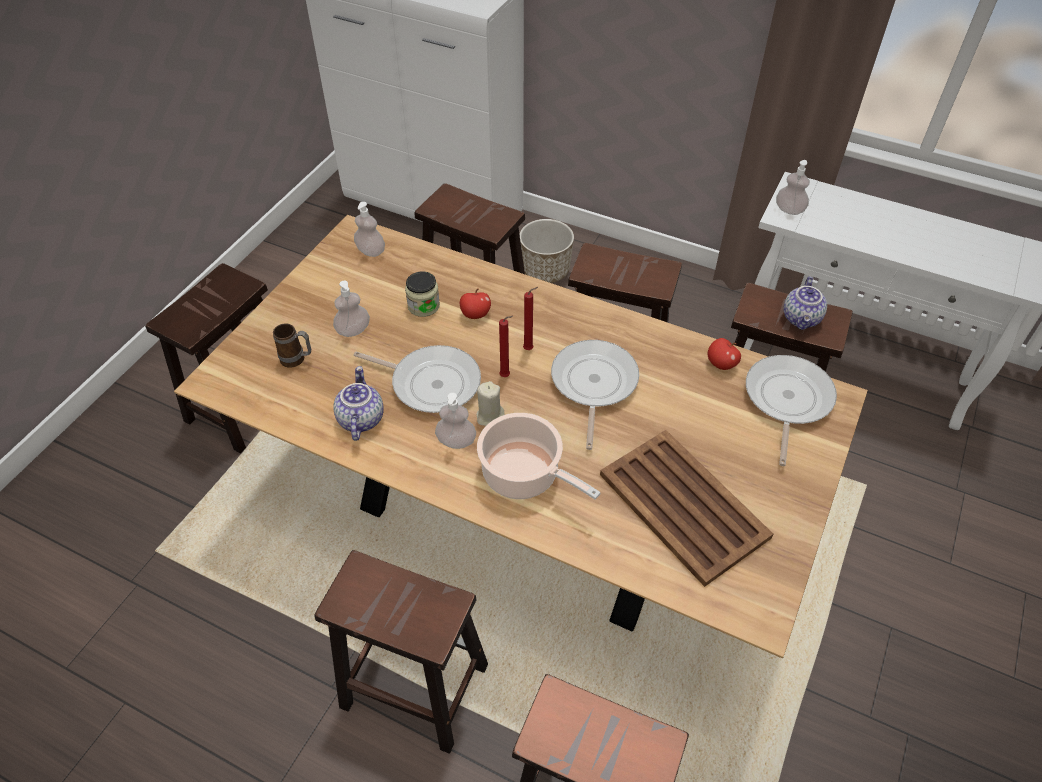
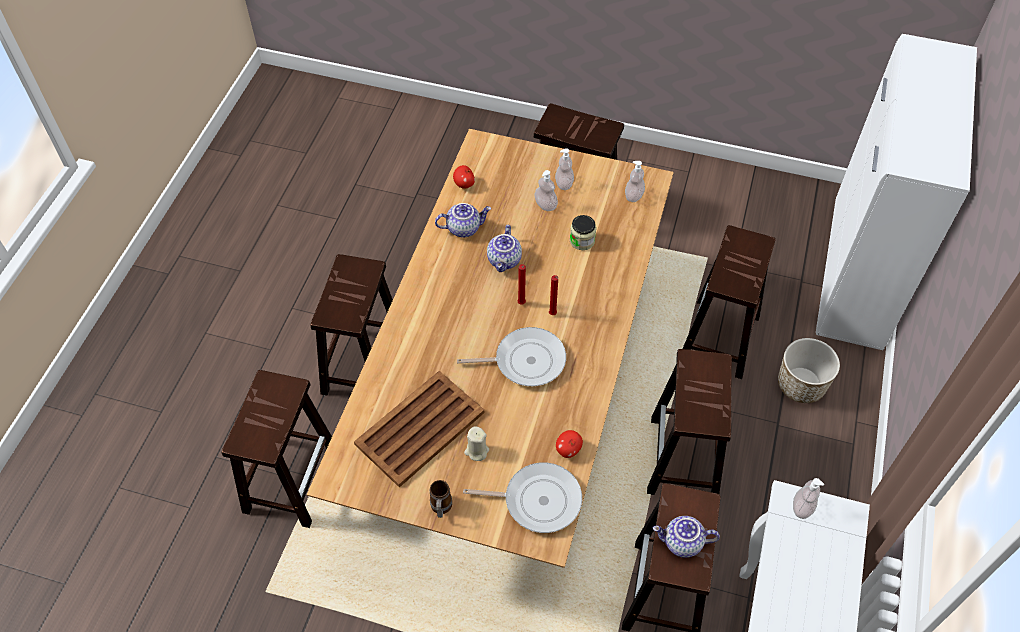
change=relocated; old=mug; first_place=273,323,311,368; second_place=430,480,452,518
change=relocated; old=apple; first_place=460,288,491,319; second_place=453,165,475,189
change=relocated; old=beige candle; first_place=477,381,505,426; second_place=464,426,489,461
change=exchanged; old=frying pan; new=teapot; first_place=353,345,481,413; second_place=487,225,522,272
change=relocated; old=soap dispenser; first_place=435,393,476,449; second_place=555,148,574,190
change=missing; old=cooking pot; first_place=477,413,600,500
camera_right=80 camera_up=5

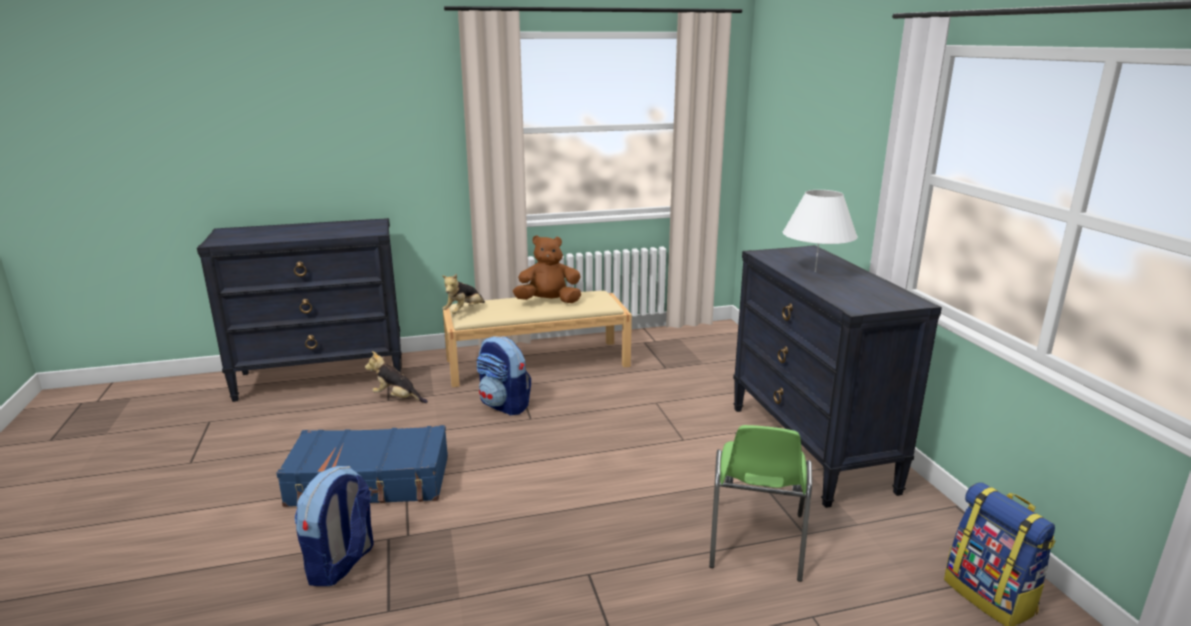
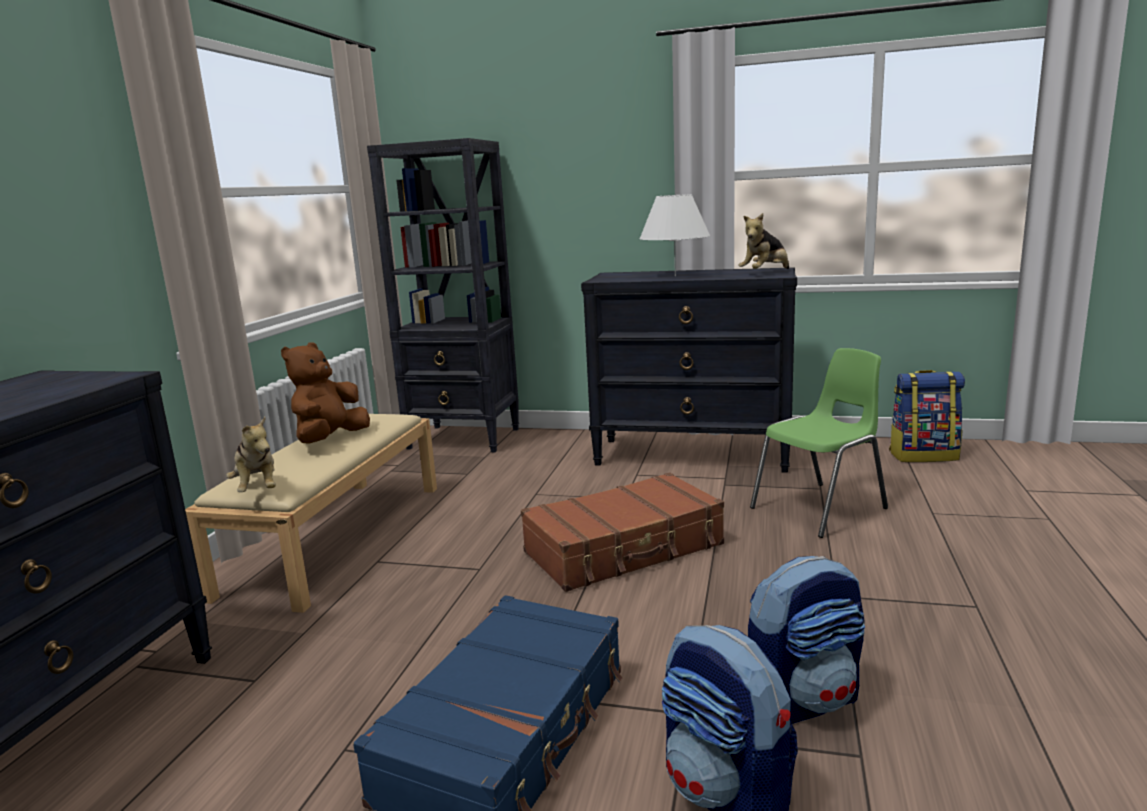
change=appeared; new=black bookcase; second_place=367,138,519,452
change=appeared; new=brown suitcase; second_place=521,472,724,592
change=relocated; old=plush toy; first_place=365,351,428,403; second_place=738,213,789,269
change=relocated; old=backpack; first_place=477,336,531,415; second_place=748,556,865,724
change=spun; old=green chair; first_place=709,425,812,582; second_place=750,348,888,538; degrees=-75
camera_right=-60 camera_up=-5

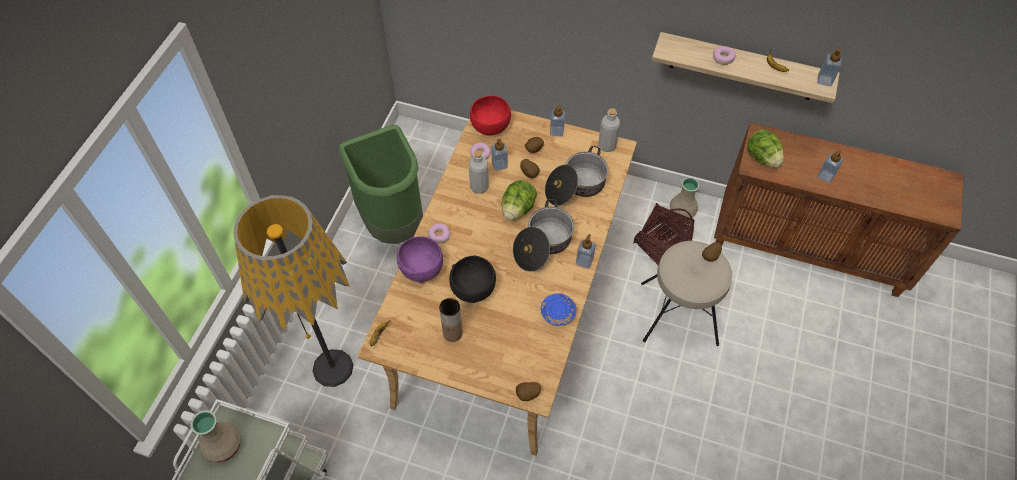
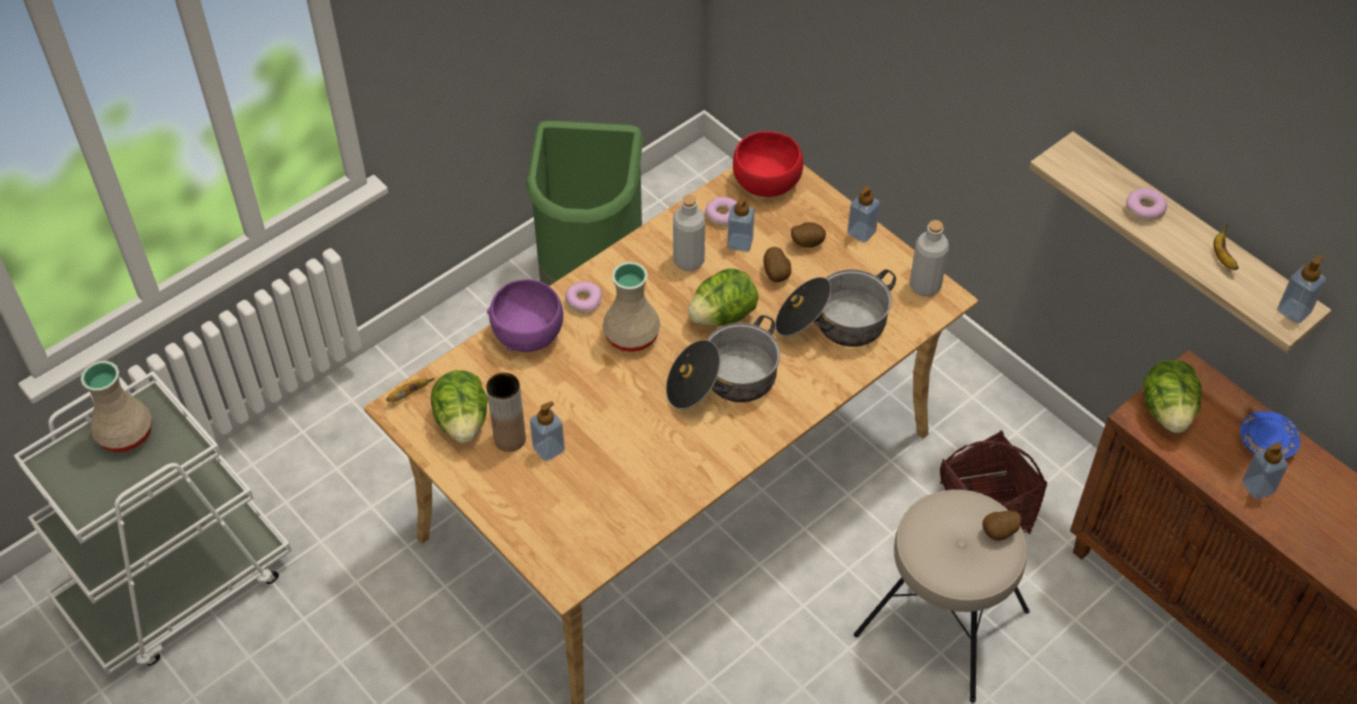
change=appeared; new=lettuce; second_place=431,370,488,443
change=relocated; old=soap dispenser; first_place=576,234,596,269; second_place=530,401,565,462
change=relocated; old=beige vase; first_place=670,177,699,220; second_place=603,262,661,352
change=relocated; old=blue plate; first_place=541,293,576,326; second_place=1240,411,1301,459
change=missing; old=floor lamp; first_place=233,195,354,387
change=missing; old=black bowl; first_place=449,256,496,303
change=missing; old=potato; first_place=516,382,541,401
camera_right=30 camera_up=-5

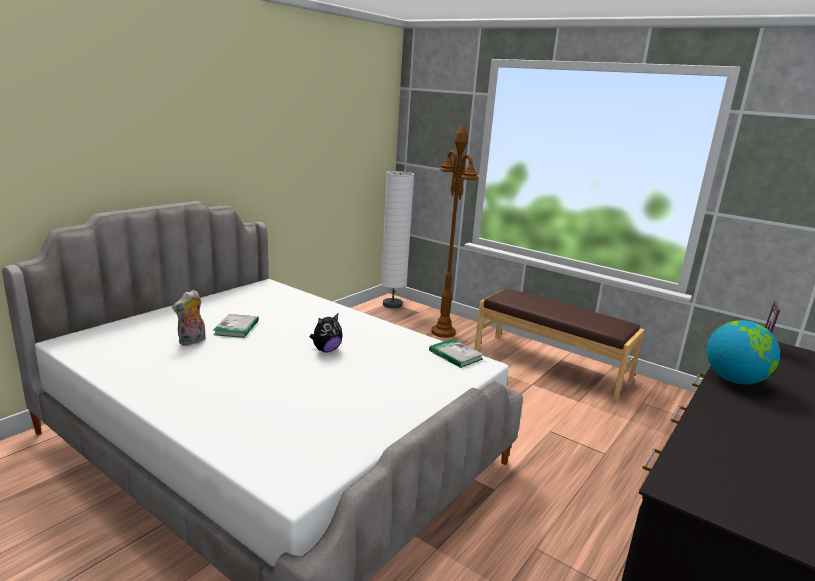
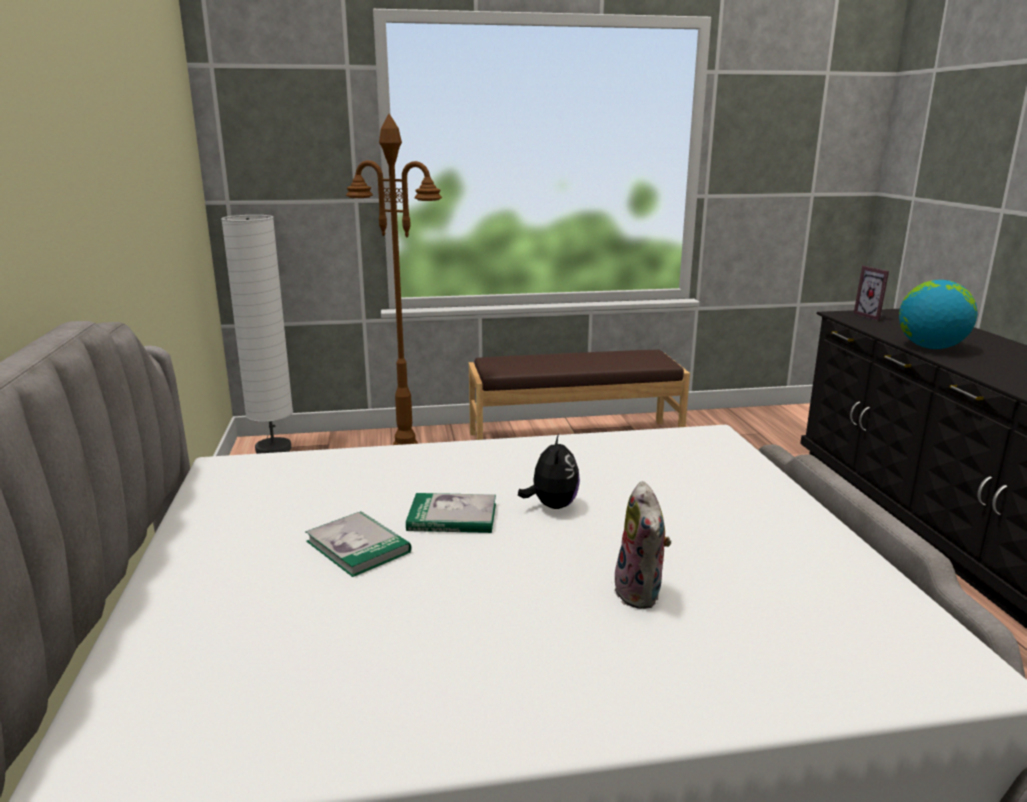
change=relocated; old=book; first_place=429,339,484,368; second_place=406,493,496,533
change=relocated; old=plush toy; first_place=172,290,206,345; second_place=614,481,671,609
camera_right=-45 camera_up=0

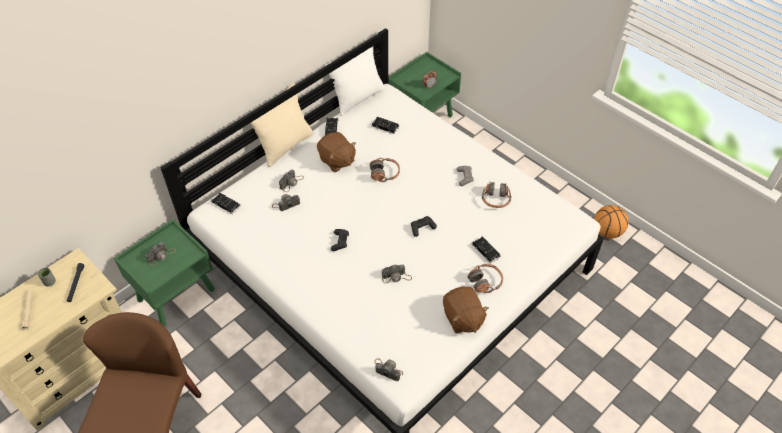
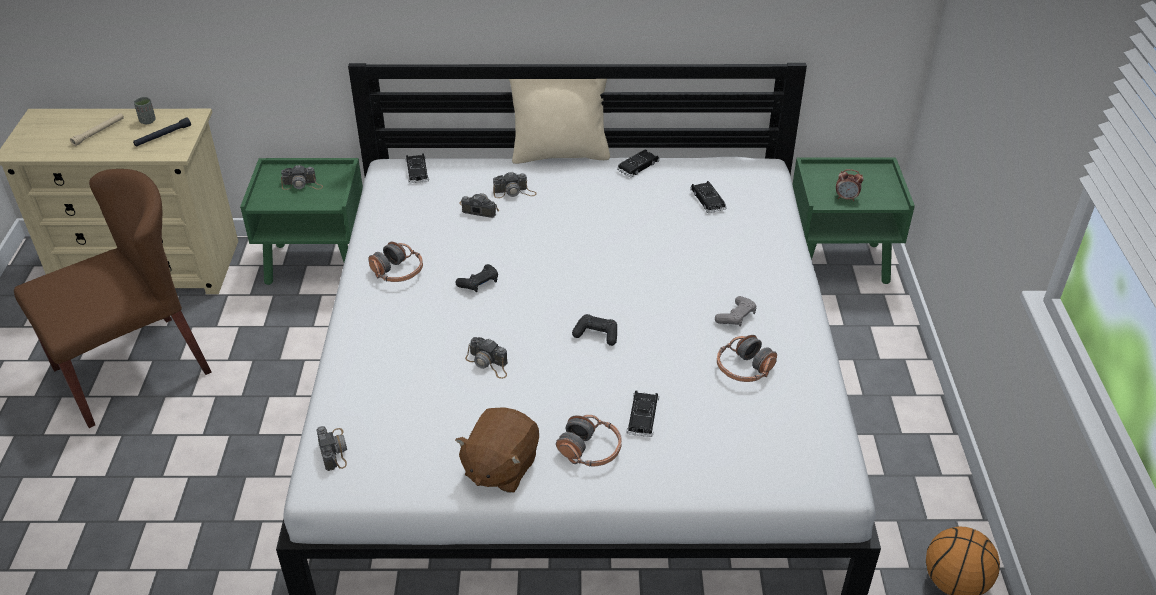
change=relocated; old=headphones; first_place=369,158,400,182; second_place=369,242,423,282
change=missing; old=brown plush toy; first_place=317,132,356,172
change=missing; old=white pillow; first_place=325,46,385,116
camera_right=45 camera_up=-10

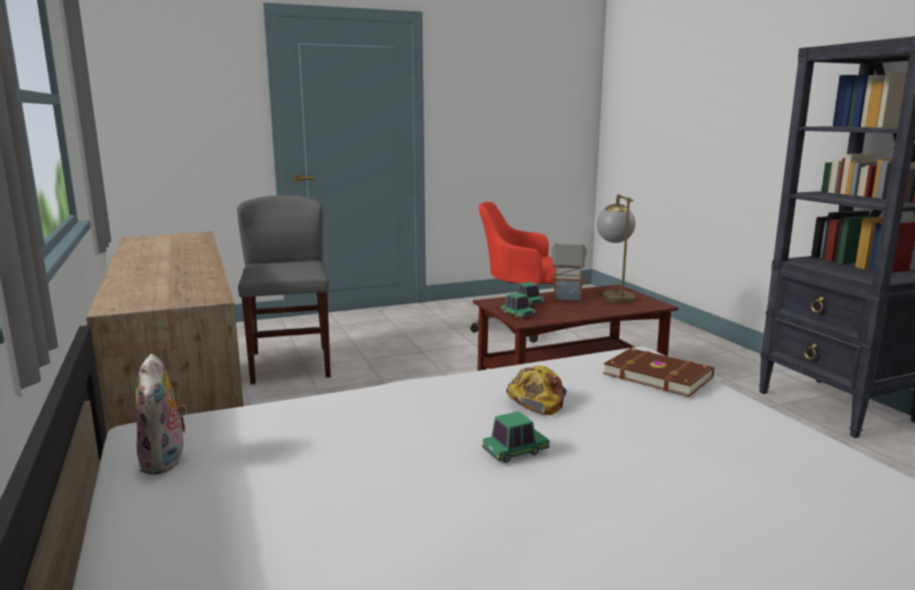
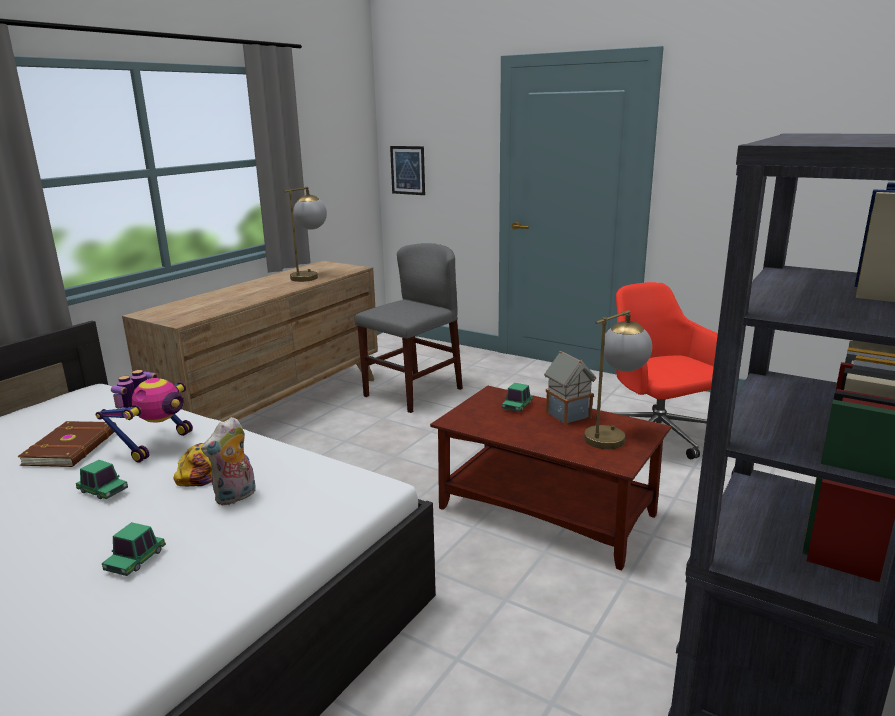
change=relocated; old=brown book; first_place=603,348,714,397; second_place=17,421,117,467
change=appeared; new=toy robot; second_place=96,370,193,463
change=relocated; old=toy car; first_place=501,292,536,318; second_place=102,522,166,576
change=relocated; old=plush toy; first_place=136,354,188,474; second_place=201,417,256,506
change=appeared; new=table lamp; second_place=284,187,327,282
change=appeared; new=picture; second_place=390,146,425,195
camera_right=55 camera_up=5

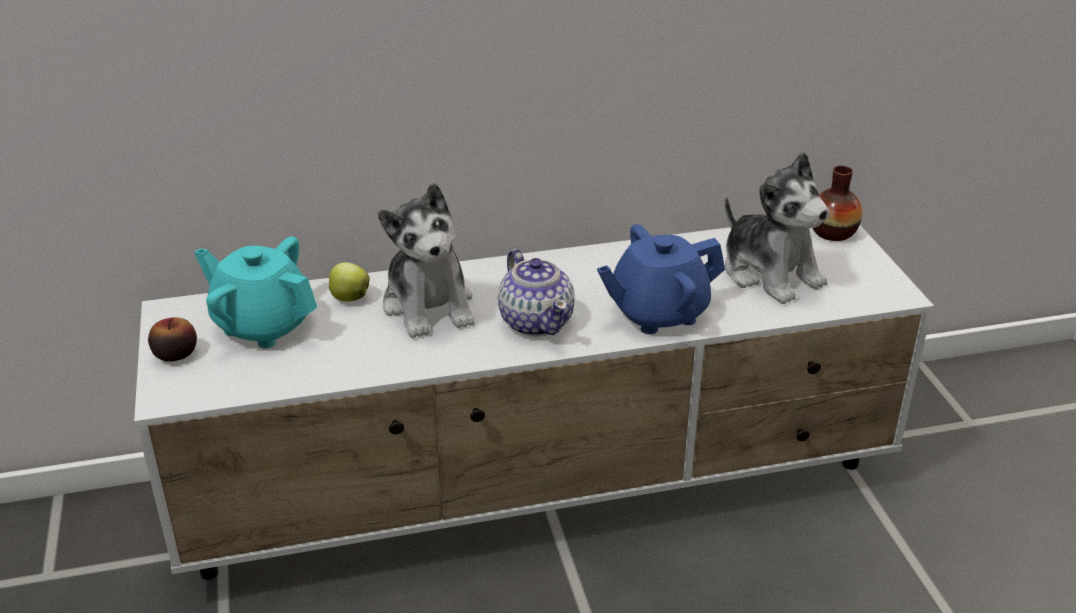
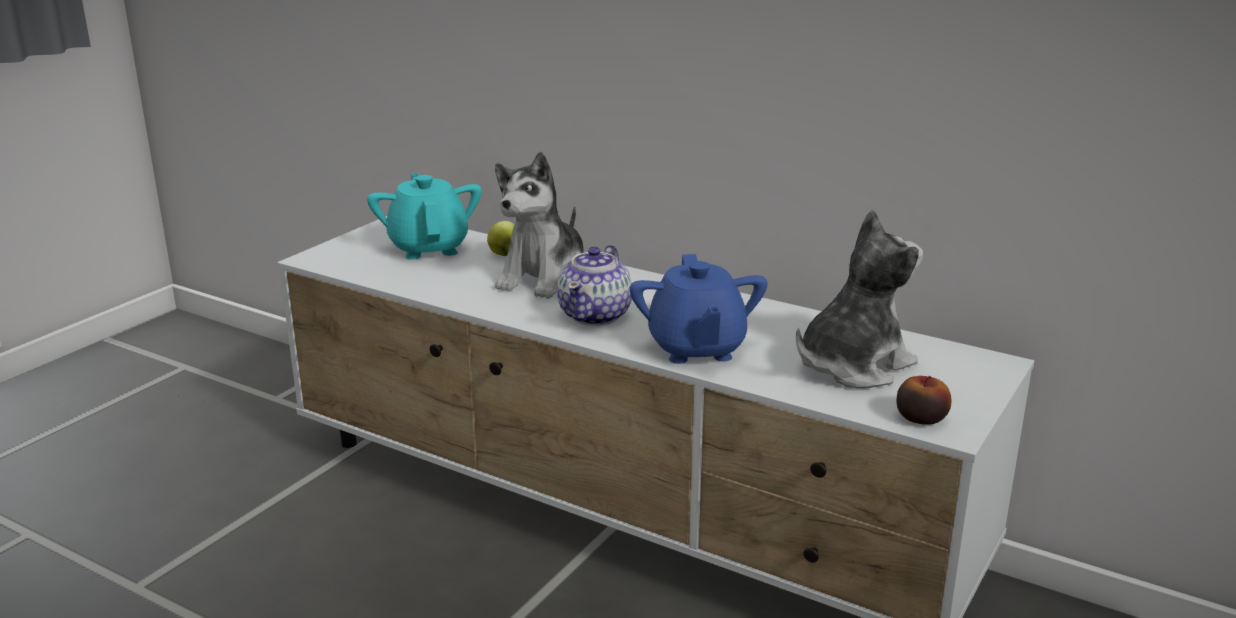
change=spun; old=blue teapot; first_place=597,224,725,334; second_place=629,254,768,364; degrees=-120
change=spun; old=plush toy; first_place=725,152,830,304; second_place=796,210,923,389; degrees=-135
change=relocated; old=apple; first_place=148,317,197,362; second_place=896,376,951,425
change=missing; old=vase; first_place=813,166,862,241
camera_right=45 camera_up=-10

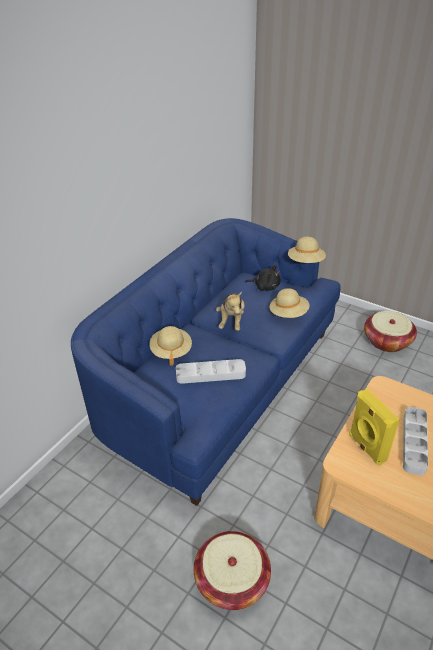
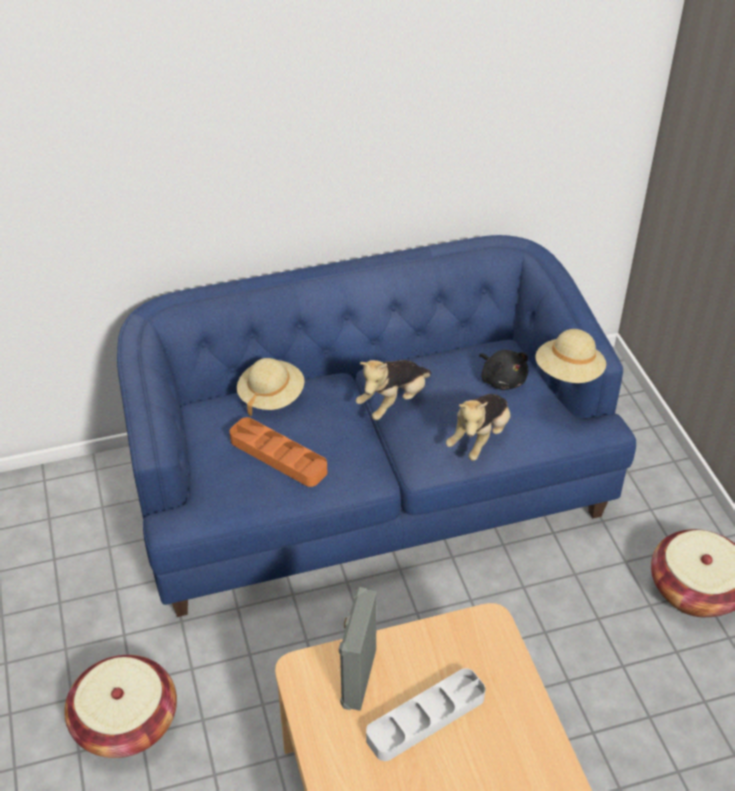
change=colour; old=grey tray; new=orange tray; first_place=176,359,246,384; second_place=230,417,327,487
change=colour; old=yellow speaker; new=grey speaker; first_place=349,389,400,466; second_place=339,587,377,711
change=exchanged; old=beige hat; new=plush toy; first_place=269,288,309,318; second_place=446,394,510,461
camera_right=40 camera_up=5

